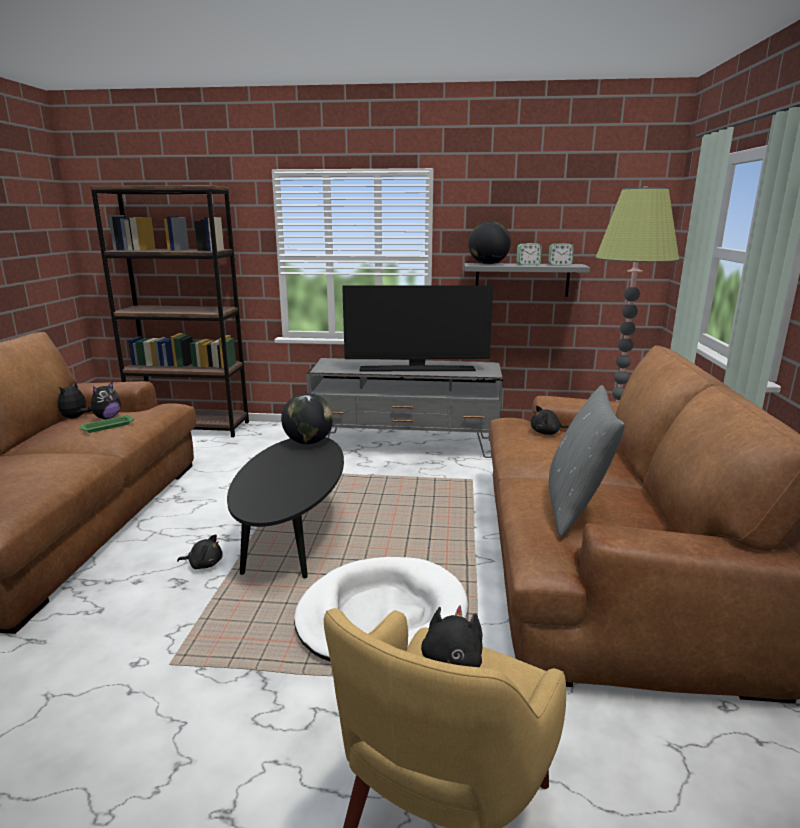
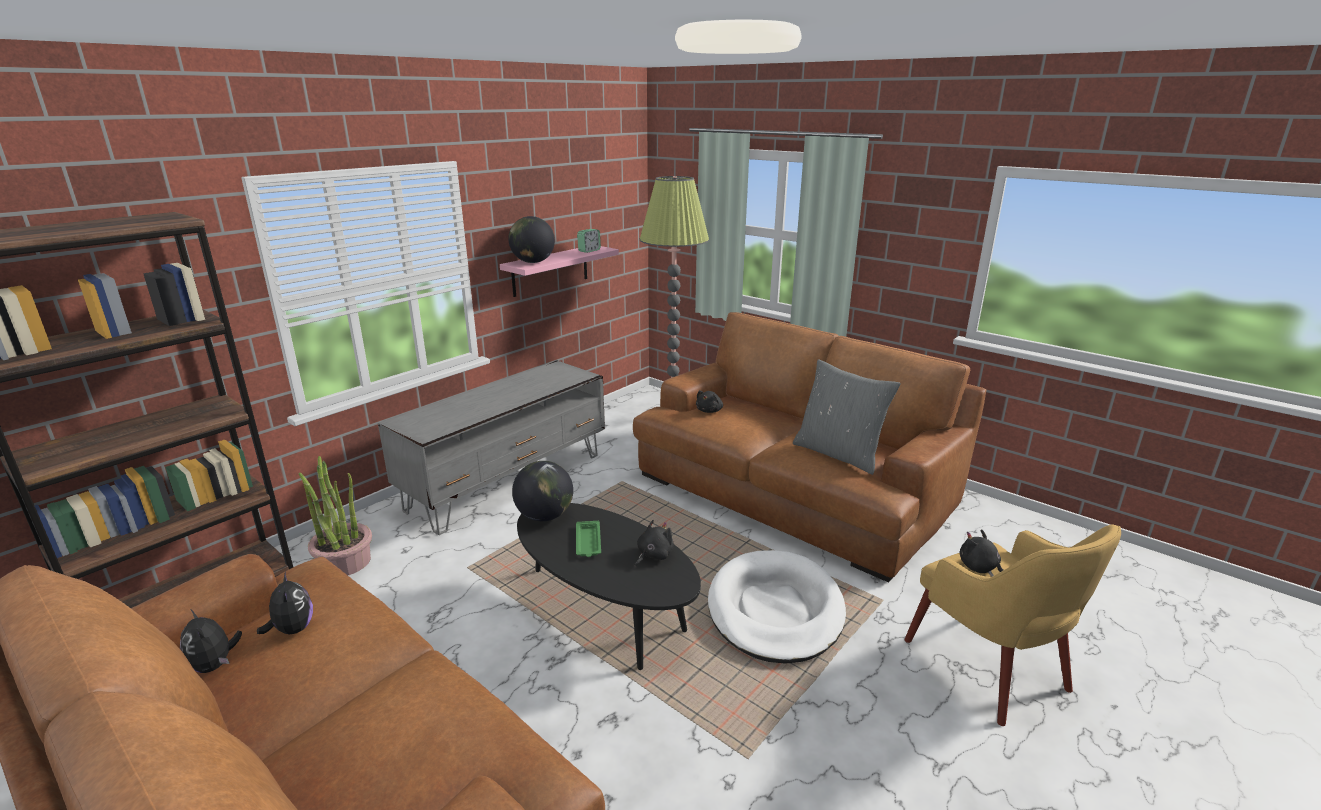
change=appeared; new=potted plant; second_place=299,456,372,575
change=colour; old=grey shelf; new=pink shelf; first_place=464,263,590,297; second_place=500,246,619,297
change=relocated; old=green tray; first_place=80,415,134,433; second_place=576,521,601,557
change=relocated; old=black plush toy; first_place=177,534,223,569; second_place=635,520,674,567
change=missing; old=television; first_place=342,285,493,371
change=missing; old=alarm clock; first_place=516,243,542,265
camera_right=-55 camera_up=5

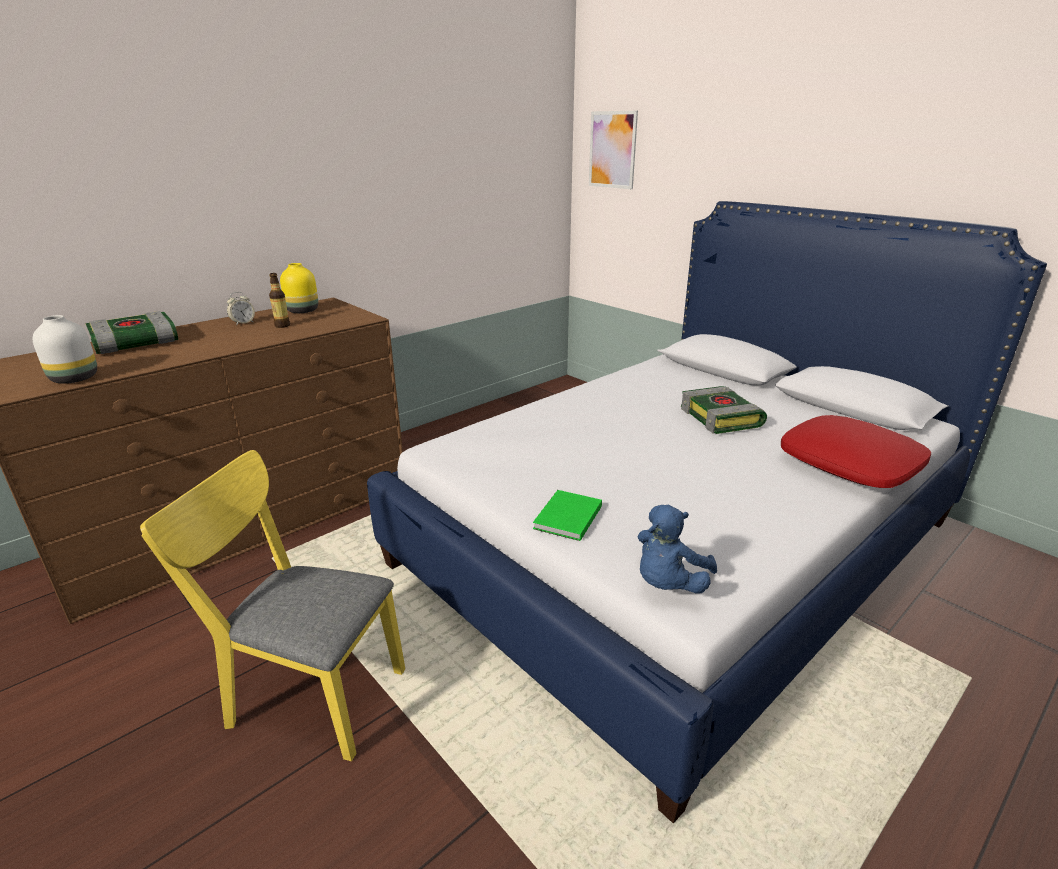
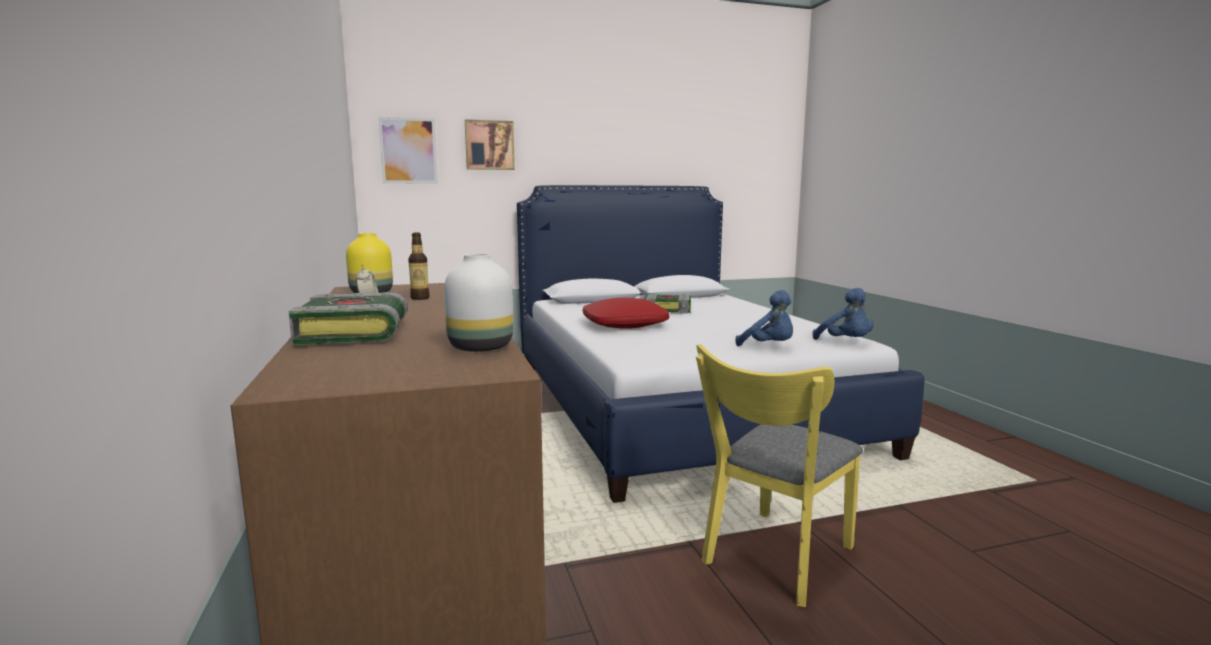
change=appeared; new=picture; second_place=465,119,515,170
change=relocated; old=red pillow; first_place=781,415,931,488; second_place=583,298,669,329
change=exchanged; old=green book; new=blue plush toy; first_place=533,490,602,541; second_place=736,290,793,346
camera_right=-65 camera_up=-15

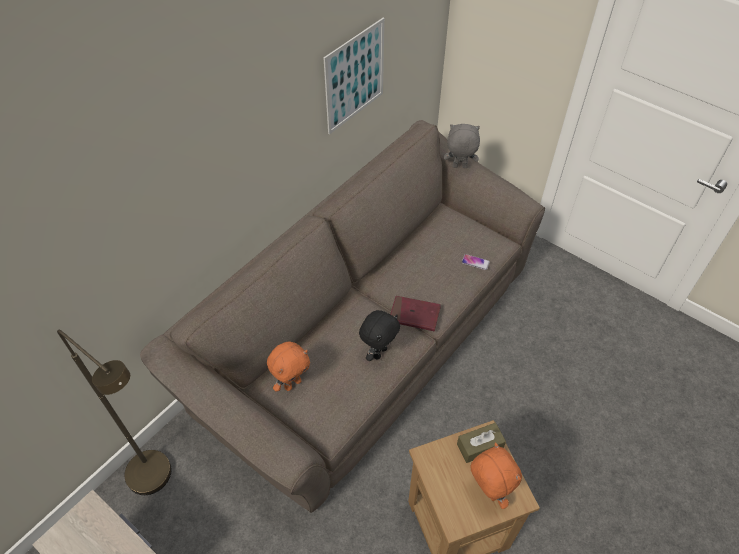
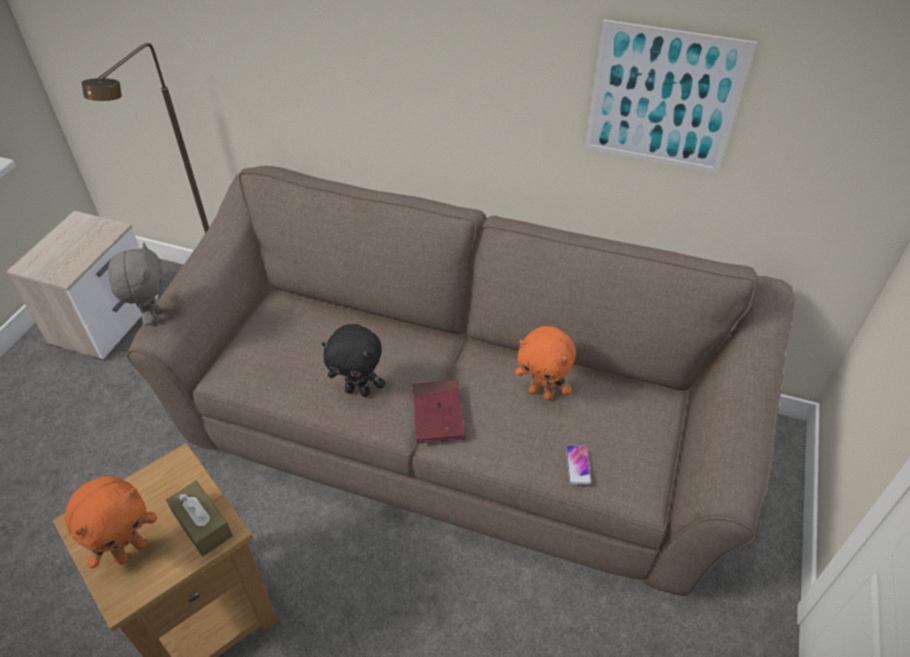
change=relocated; old=grey plush toy; first_place=443,124,480,168; second_place=108,242,162,326
change=relocated; old=orange plush toy; first_place=267,342,310,392; second_place=515,326,576,400
camera_right=70 camera_up=-5

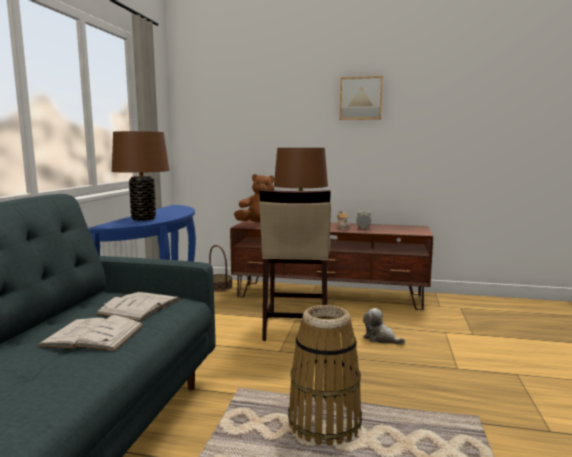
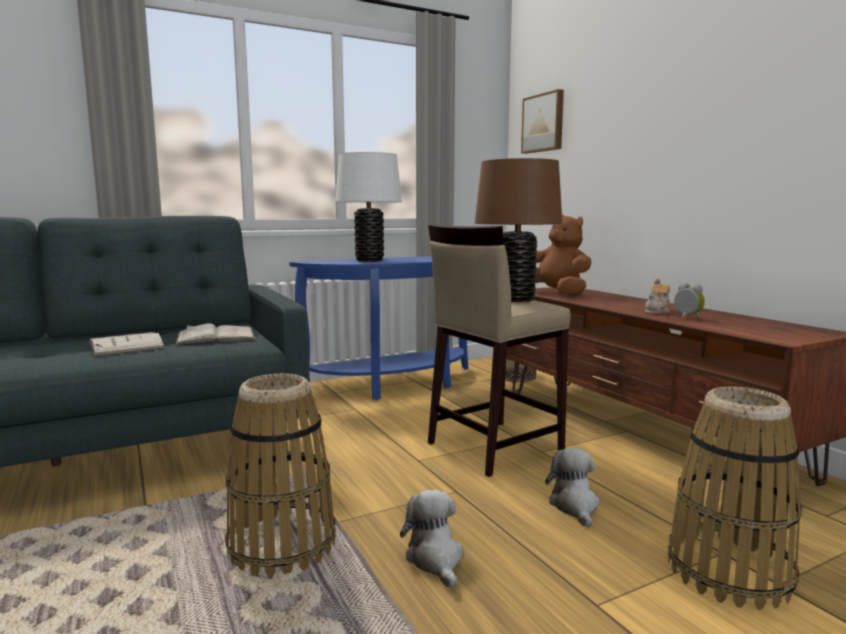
change=colour; old=brown table lamp; new=white table lamp; first_place=112,131,169,221; second_place=335,152,402,262
change=appeared; new=plush toy; second_place=400,490,463,589
change=relocated; old=picture; first_place=340,76,383,120; second_place=521,89,564,154
change=appeared; new=basket; second_place=668,387,802,610
camera_right=50 camera_up=0

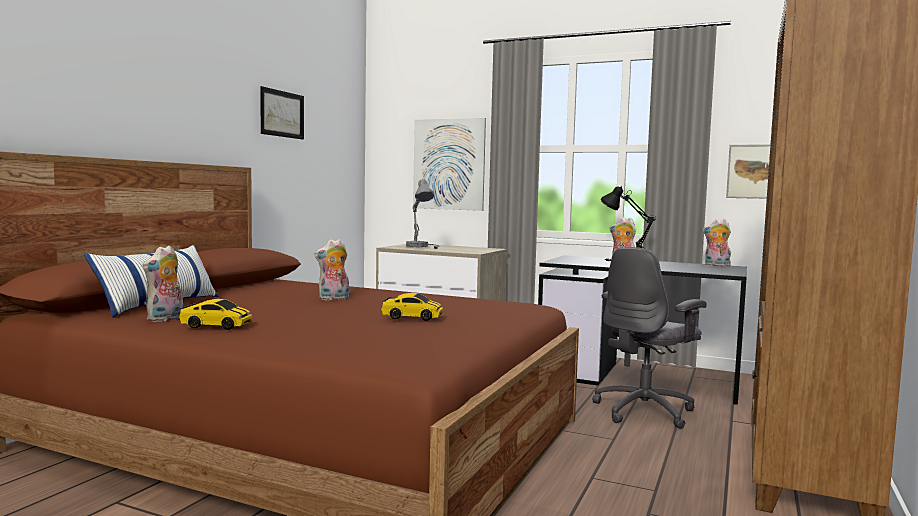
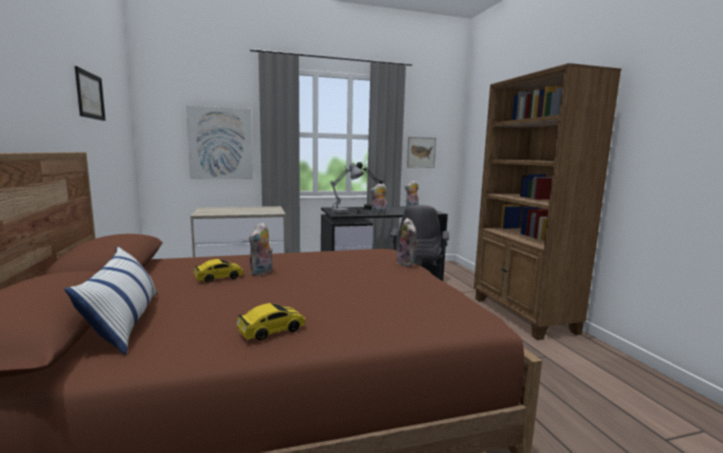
change=relocated; old=toy car; first_place=381,293,443,321; second_place=194,259,243,283
change=relocated; old=grey table lamp; first_place=406,179,440,249; second_place=330,163,364,213
change=relocated; old=plush toy; first_place=143,246,183,322; second_place=397,218,418,267
camera_right=-40 camera_up=5

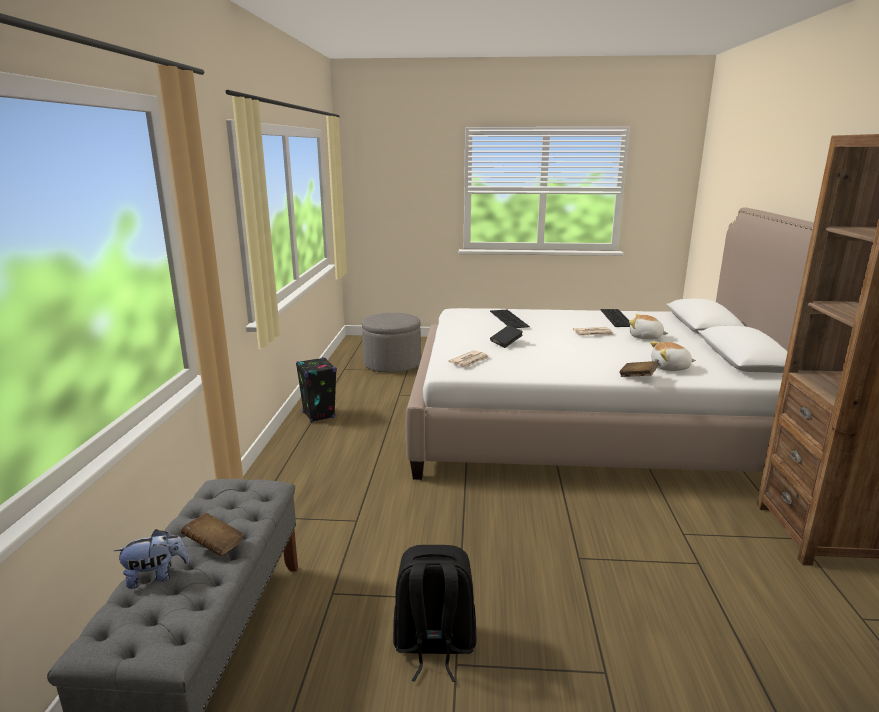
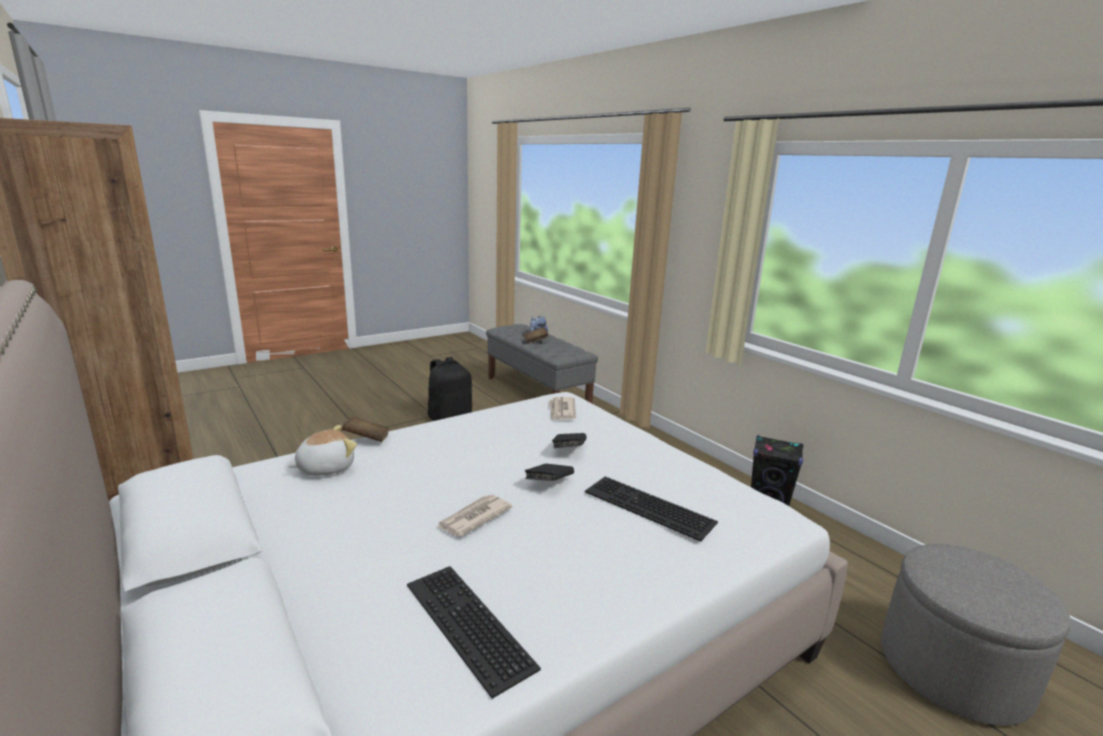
change=appeared; new=black book; second_place=525,464,574,481
change=missing; old=plush toy; first_place=629,314,668,339
camera_right=140 camera_up=0

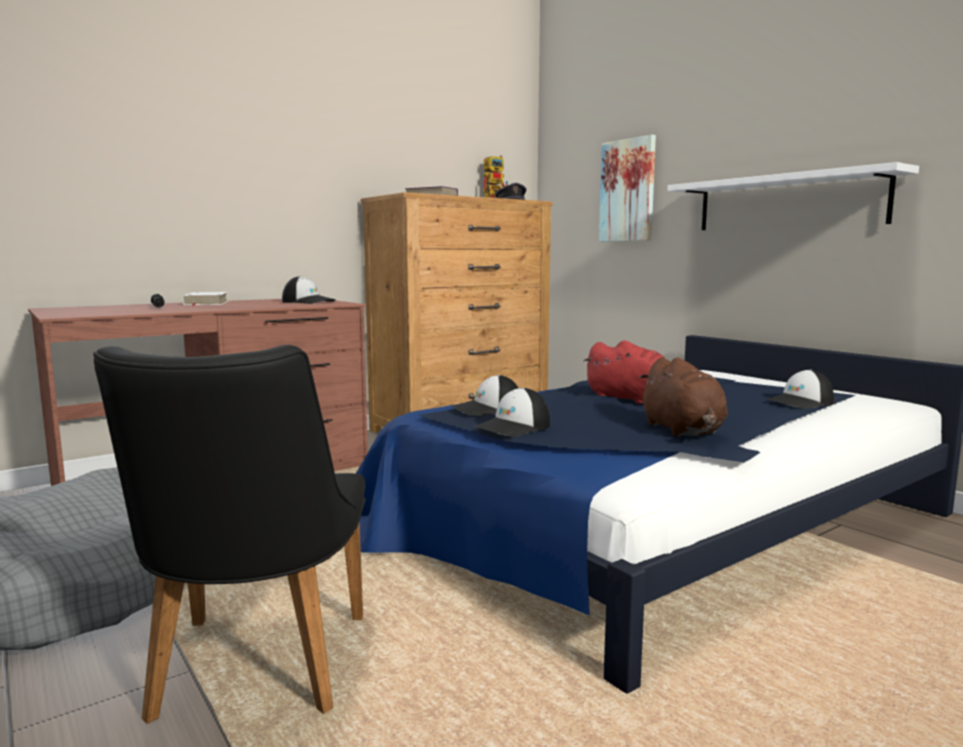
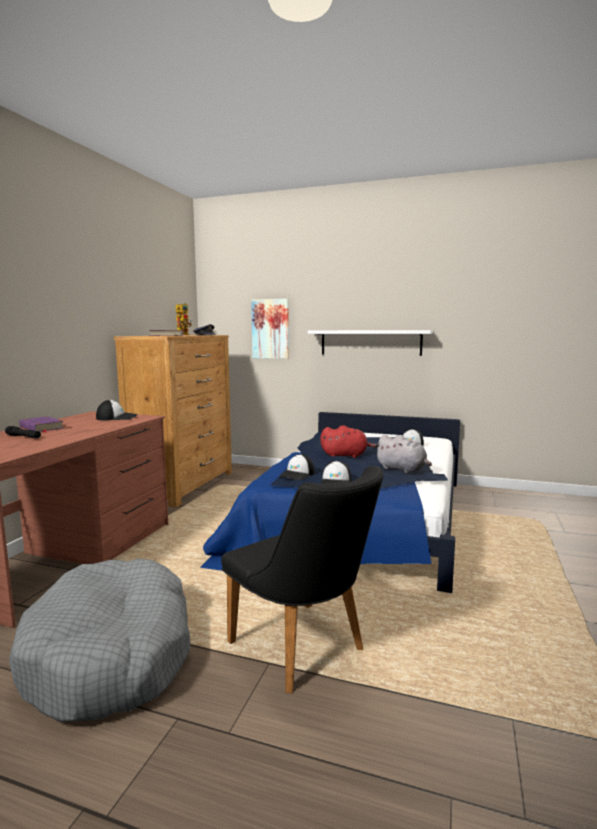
change=colour; old=white book; new=purple book; first_place=183,292,228,306; second_place=19,416,64,433
change=colour; old=brown plush toy; new=grey plush toy; first_place=639,357,728,437; second_place=375,435,432,473
camera_right=-35 camera_up=0

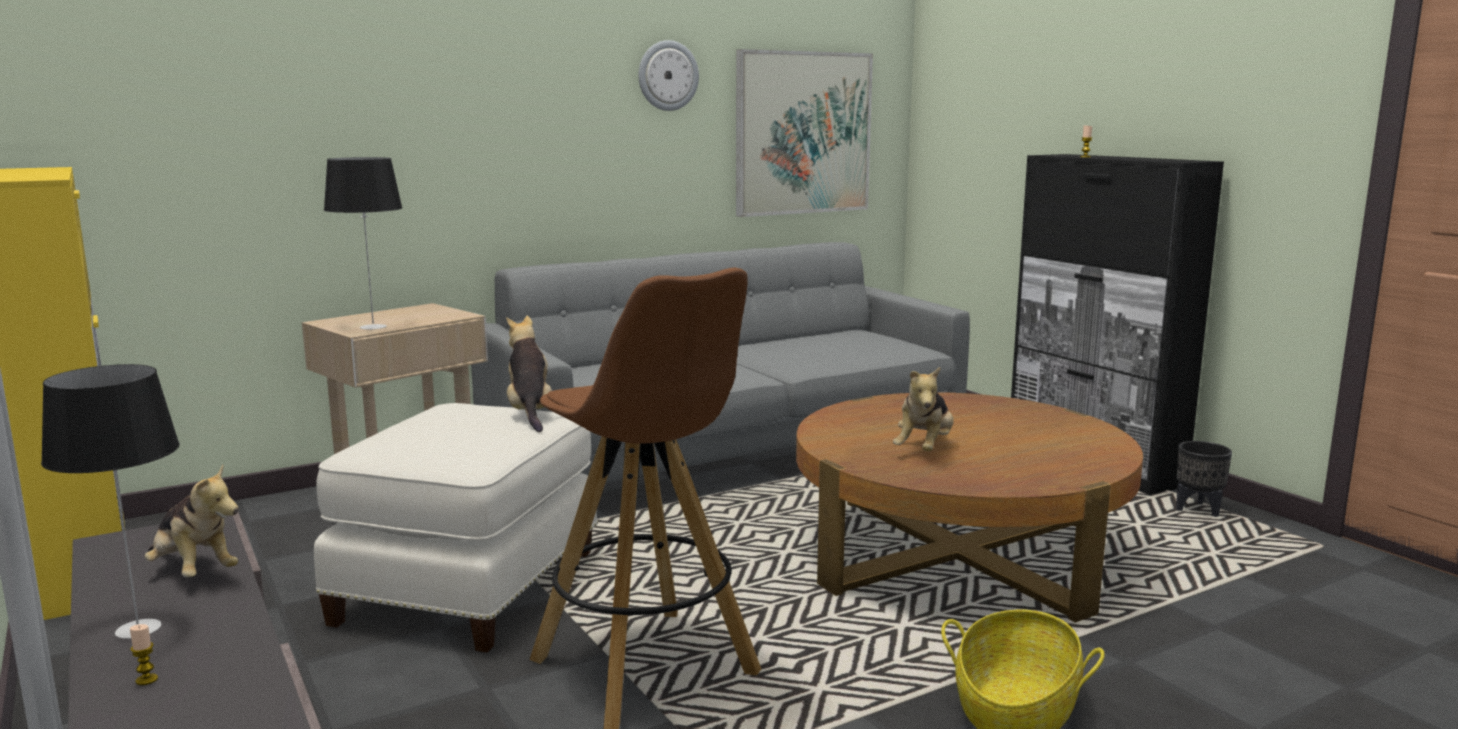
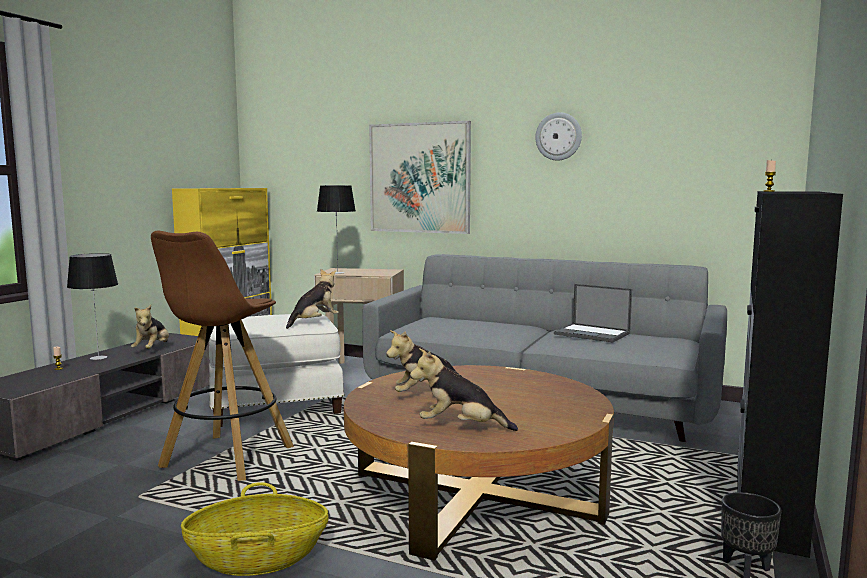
change=relocated; old=picture; first_place=736,49,873,217; second_place=369,121,471,234
change=appeared; new=plush toy; second_place=410,348,518,431
change=appeared; new=laptop; second_place=554,284,632,343
camera_right=55 camera_up=-5

